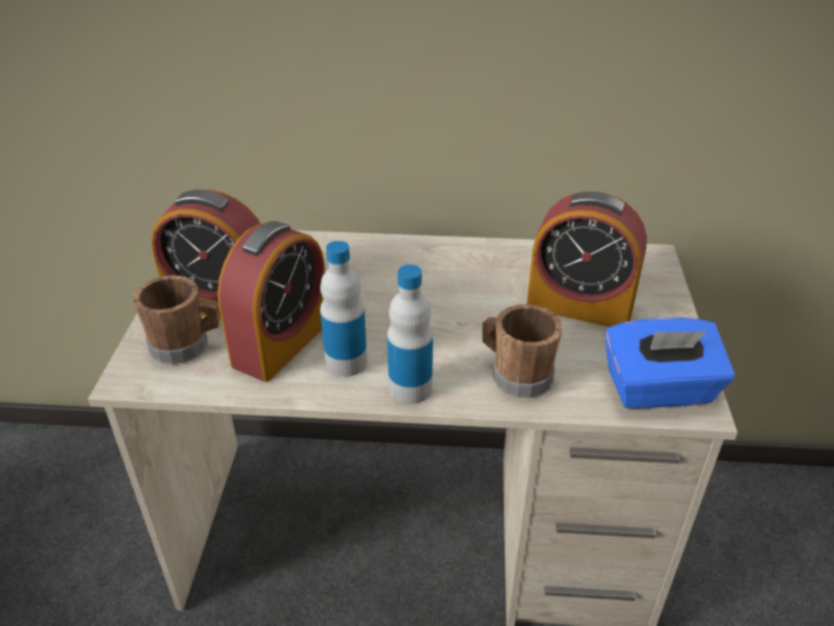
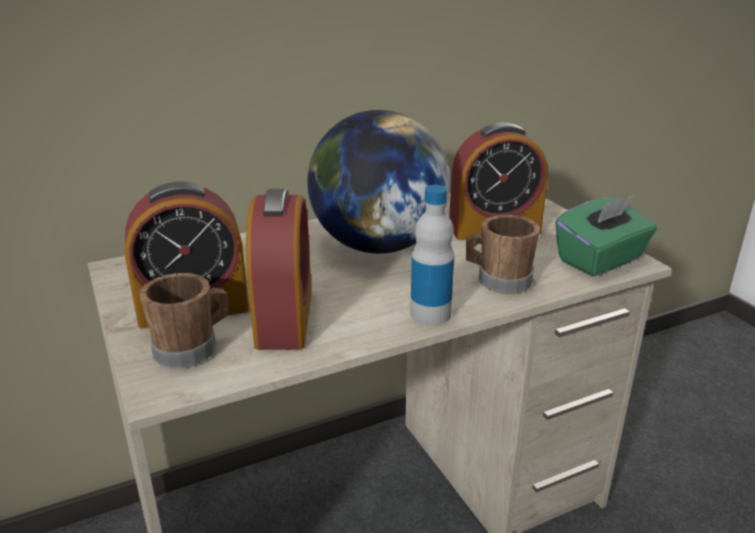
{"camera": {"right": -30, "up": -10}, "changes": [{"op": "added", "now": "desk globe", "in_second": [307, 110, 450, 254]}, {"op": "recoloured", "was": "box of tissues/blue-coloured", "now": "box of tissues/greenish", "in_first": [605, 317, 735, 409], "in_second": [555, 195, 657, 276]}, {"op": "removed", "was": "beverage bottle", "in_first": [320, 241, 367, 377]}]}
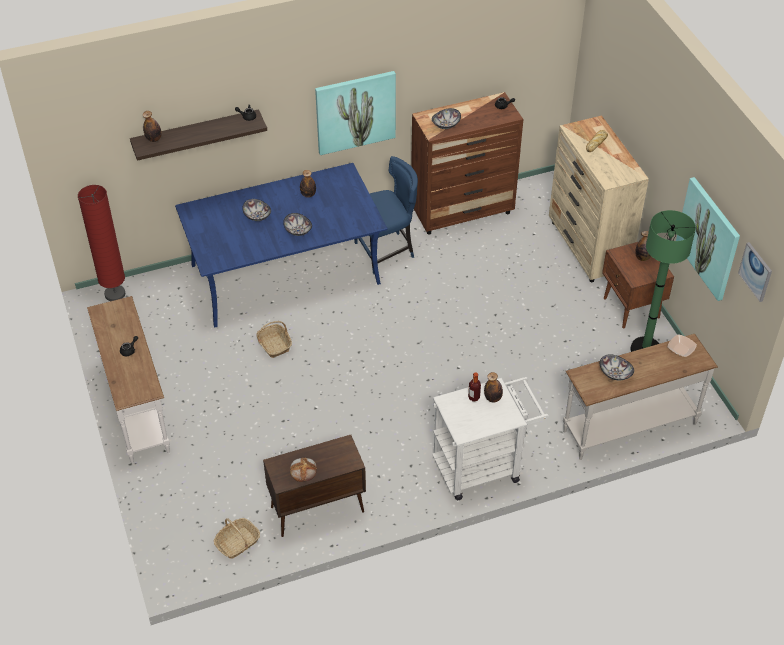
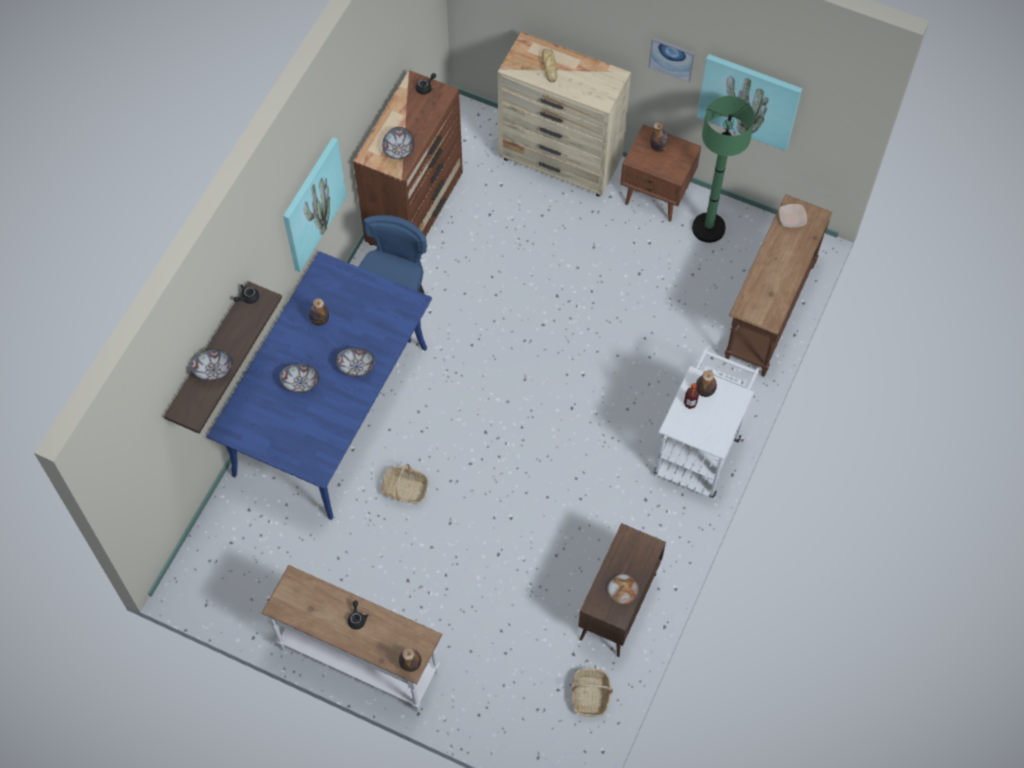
{"camera": {"right": -45, "up": 15}, "changes": [{"op": "moved", "was": "bowl", "in_first": [600, 354, 634, 381], "in_second": [190, 350, 233, 381]}, {"op": "moved", "was": "beverage bottle", "in_first": [143, 111, 162, 142], "in_second": [399, 648, 421, 672]}, {"op": "moved", "was": "picture", "in_first": [738, 242, 772, 302], "in_second": [648, 37, 695, 83]}, {"op": "recoloured", "was": "hall table/white", "now": "hall table/brown", "in_first": [563, 334, 718, 460], "in_second": [725, 194, 833, 377]}, {"op": "removed", "was": "floor lamp/reddish", "in_first": [78, 185, 125, 301]}]}
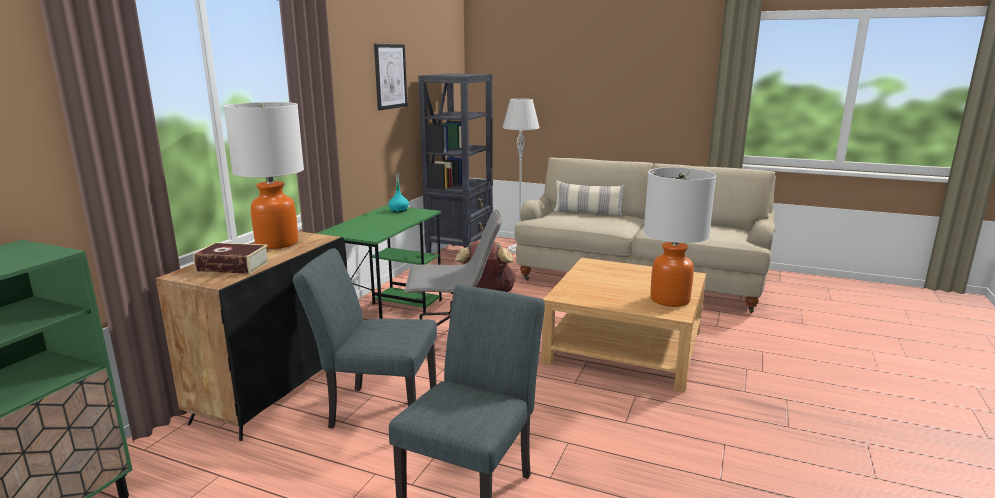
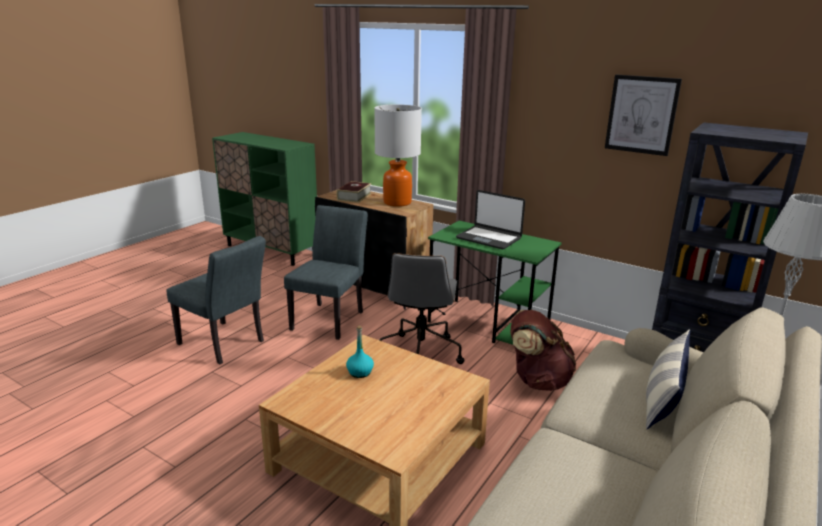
{"camera": {"right": 100, "up": 5}, "changes": [{"op": "moved", "was": "beverage bottle/turquoise-coloured", "in_first": [388, 173, 409, 212], "in_second": [346, 326, 374, 378]}, {"op": "added", "now": "notebook computer", "in_second": [456, 190, 525, 249]}, {"op": "removed", "was": "lamp for a table", "in_first": [644, 167, 716, 307]}]}
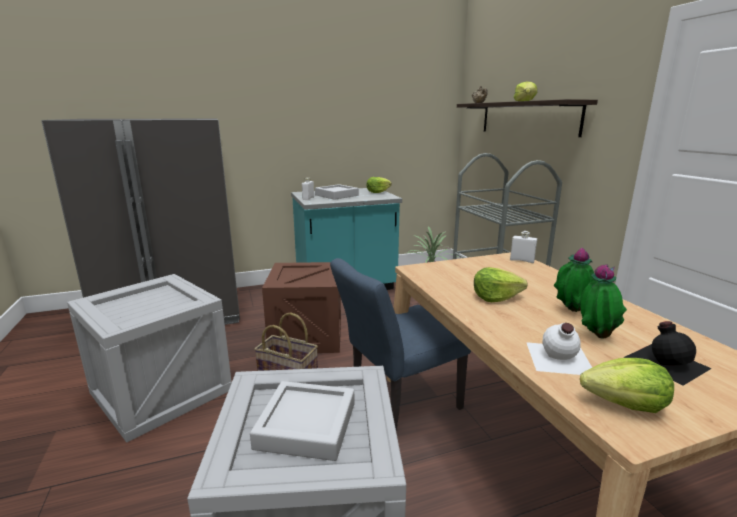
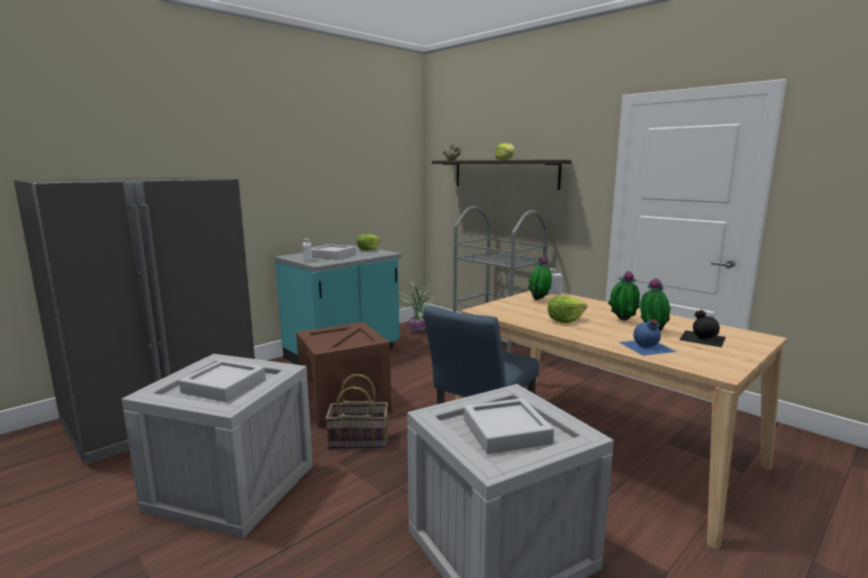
{"camera": {"right": -25, "up": -5}, "changes": [{"op": "added", "now": "carrying tray/greyish", "in_second": [179, 360, 265, 402]}, {"op": "added", "now": "plant in a pot", "in_second": [528, 256, 552, 300]}, {"op": "recoloured", "was": "beverage bottle/white", "now": "beverage bottle/blue-coloured", "in_first": [526, 323, 592, 375], "in_second": [619, 319, 677, 356]}, {"op": "removed", "was": "lettuce head", "in_first": [580, 358, 674, 413]}]}
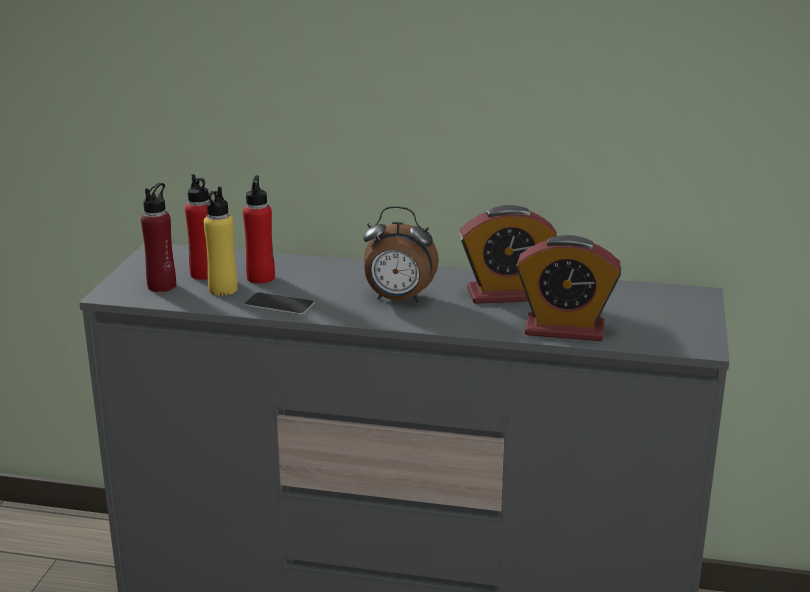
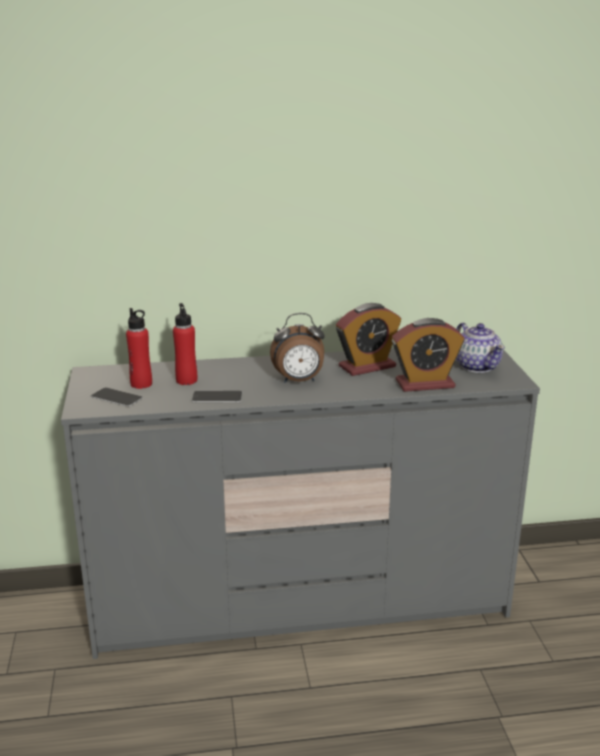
{"camera": {"right": -20, "up": 0}, "changes": [{"op": "replaced", "was": "beverage bottle/reddish", "now": "handset", "in_first": [141, 183, 176, 292], "in_second": [90, 387, 143, 407]}, {"op": "added", "now": "tea pot", "in_second": [456, 323, 505, 373]}, {"op": "removed", "was": "beverage bottle/yellow", "in_first": [204, 187, 237, 296]}]}
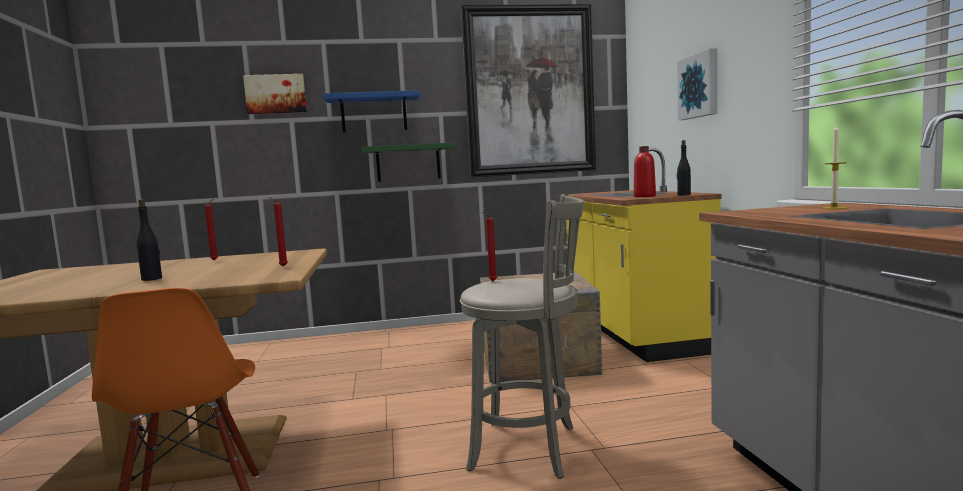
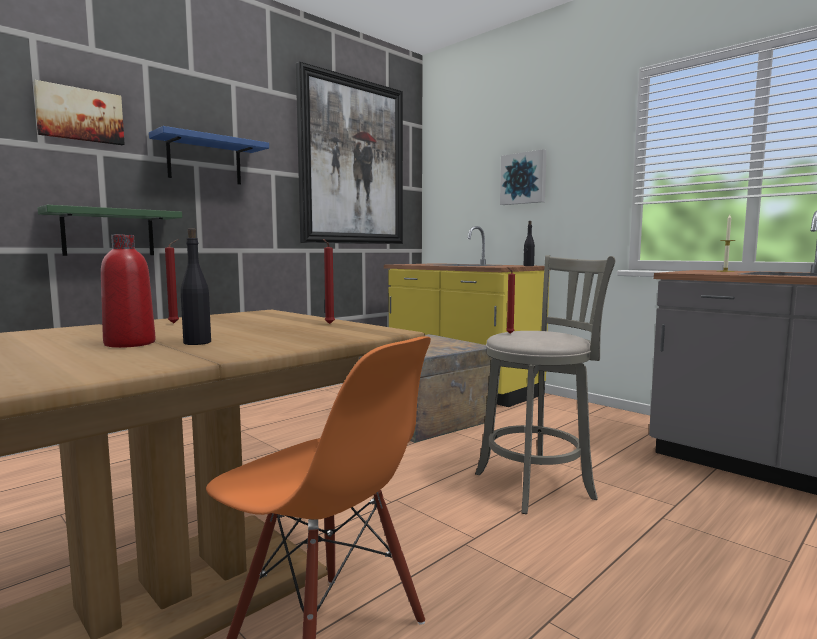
{"camera": {"right": -35, "up": 0}, "changes": [{"op": "moved", "was": "wall shelf/greenish", "in_first": [361, 142, 455, 182], "in_second": [37, 205, 182, 256]}, {"op": "moved", "was": "beverage bottle/reddish", "in_first": [634, 146, 656, 197], "in_second": [101, 235, 156, 348]}]}
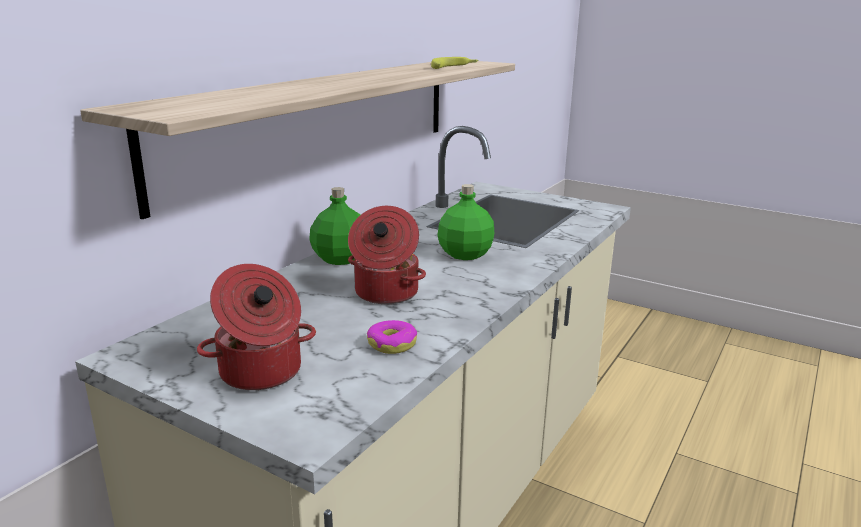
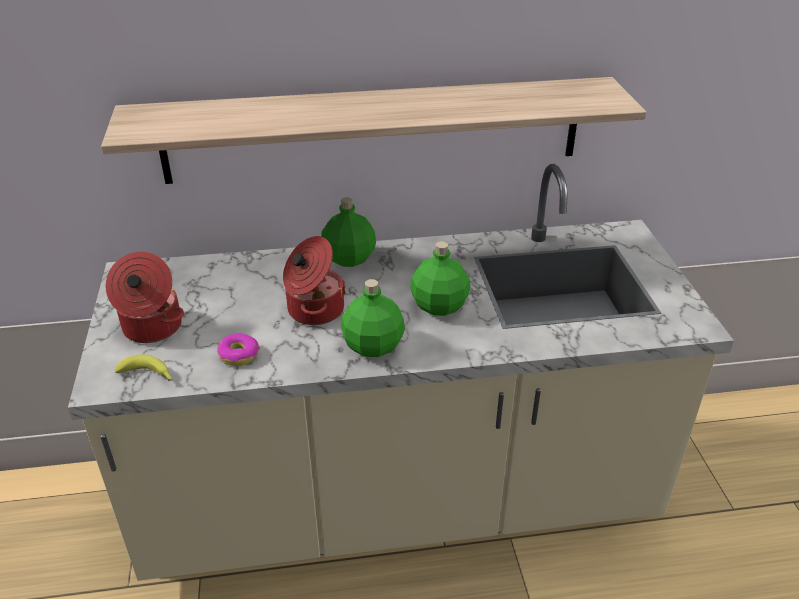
{"camera": {"right": 50, "up": 15}, "changes": [{"op": "moved", "was": "banana fruit", "in_first": [431, 57, 478, 69], "in_second": [115, 354, 173, 381]}, {"op": "added", "now": "beverage bottle/greenish", "in_second": [341, 279, 405, 357]}]}
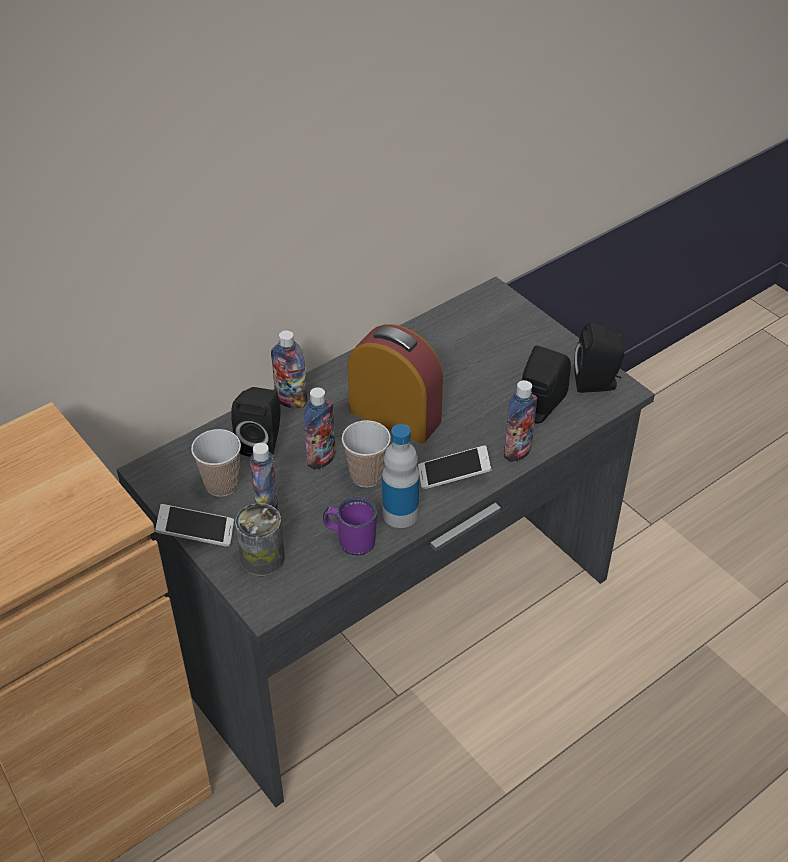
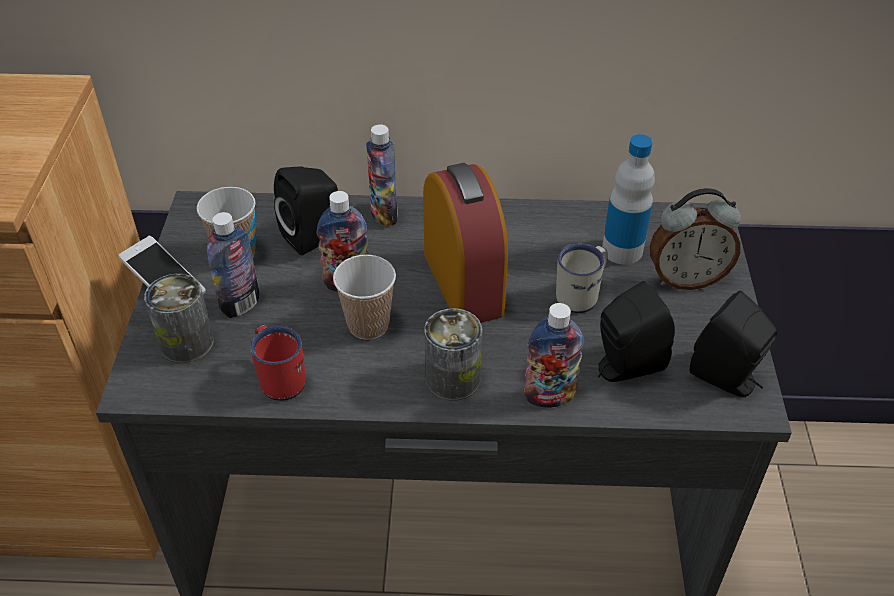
{"camera": {"right": 40, "up": 0}, "changes": [{"op": "recoloured", "was": "mug/purplish", "now": "mug/reddish", "in_first": [323, 497, 377, 555], "in_second": [250, 324, 306, 401]}, {"op": "replaced", "was": "handset", "now": "metal can", "in_first": [418, 445, 492, 490], "in_second": [424, 308, 482, 400]}, {"op": "added", "now": "mug/white", "in_second": [556, 243, 608, 313]}, {"op": "moved", "was": "beverage bottle", "in_first": [382, 424, 419, 528], "in_second": [602, 134, 655, 264]}, {"op": "added", "now": "bedside clock", "in_second": [650, 188, 741, 290]}]}
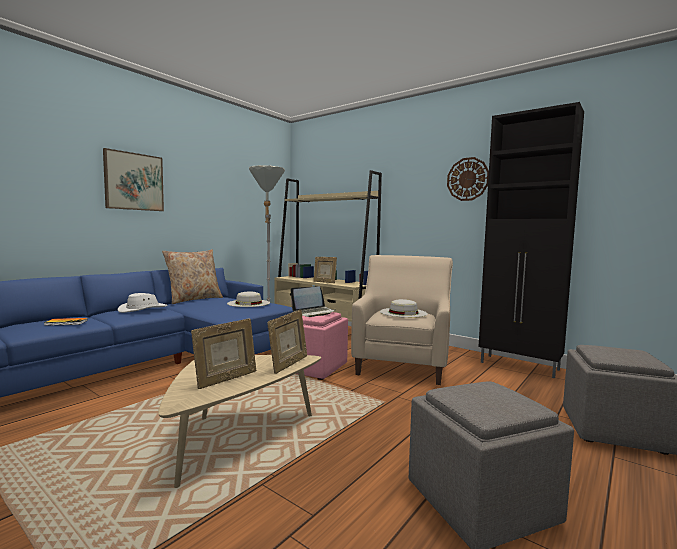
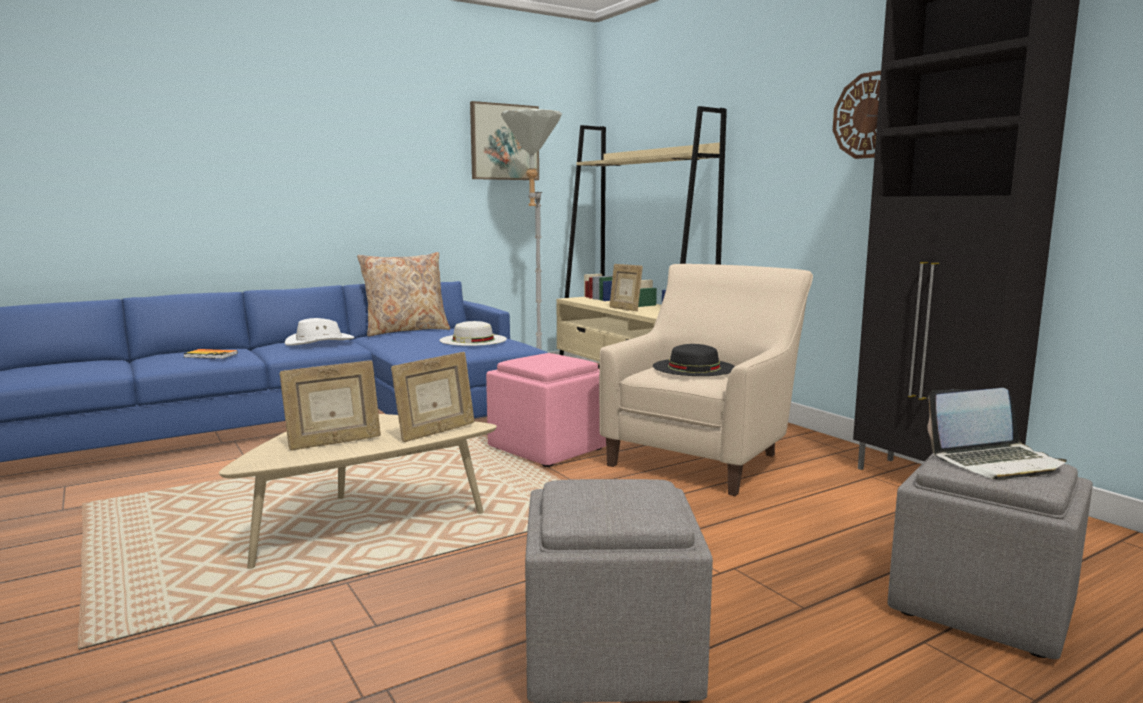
{"camera": {"right": 20, "up": 5}, "changes": [{"op": "moved", "was": "picture", "in_first": [103, 148, 164, 211], "in_second": [470, 101, 539, 180]}, {"op": "recoloured", "was": "clothing hat/white", "now": "clothing hat/blackish", "in_first": [380, 299, 428, 318], "in_second": [653, 344, 735, 376]}, {"op": "moved", "was": "notebook computer", "in_first": [291, 286, 335, 317], "in_second": [928, 388, 1067, 480]}]}
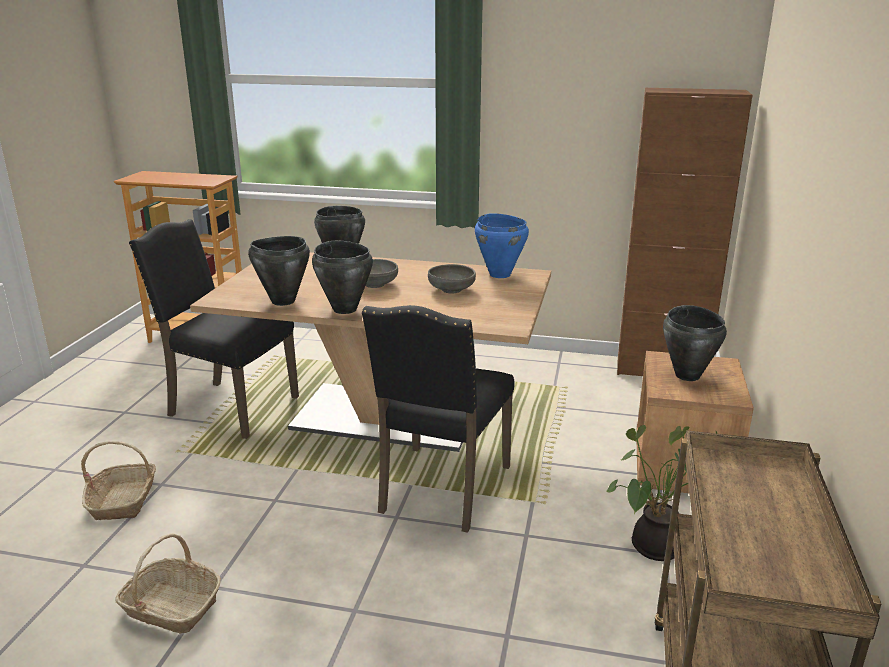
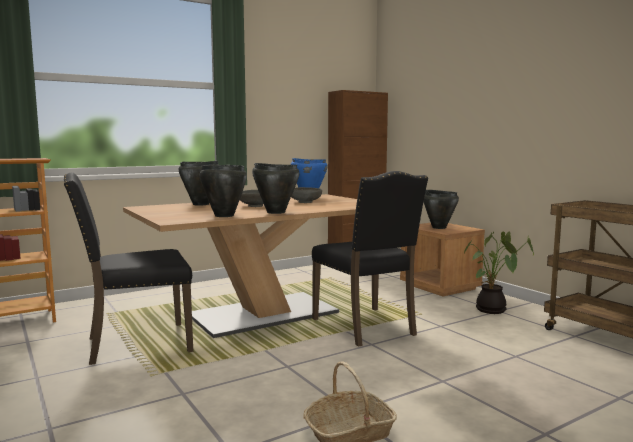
{"camera": {"right": -45, "up": -15}, "changes": [{"op": "removed", "was": "basket", "in_first": [81, 441, 156, 520]}]}
